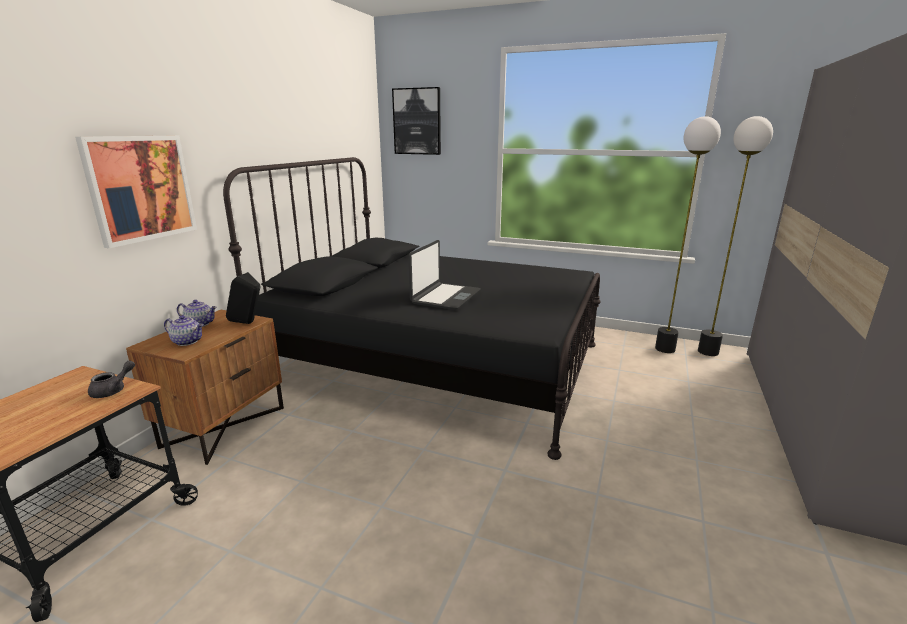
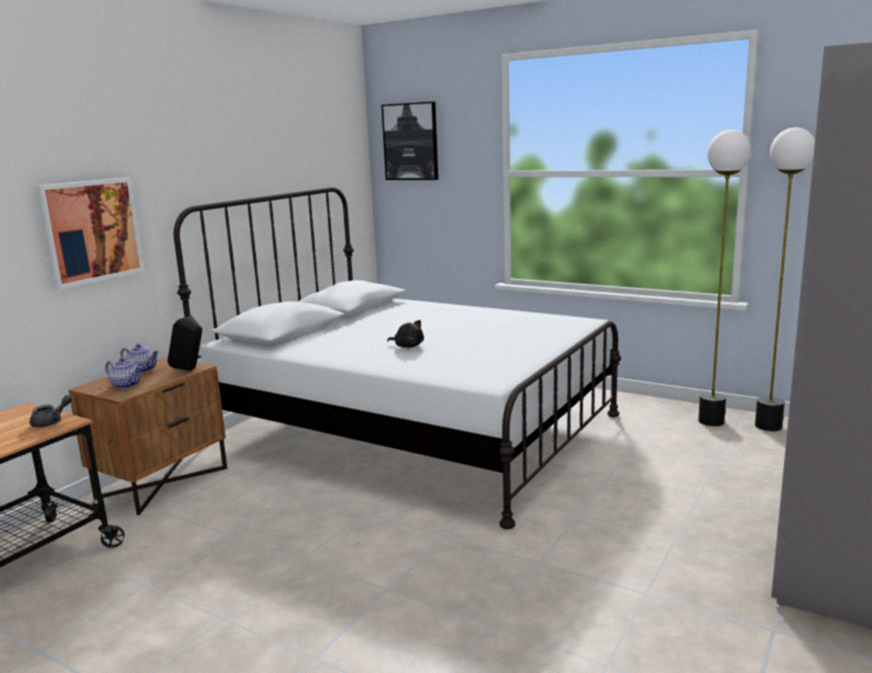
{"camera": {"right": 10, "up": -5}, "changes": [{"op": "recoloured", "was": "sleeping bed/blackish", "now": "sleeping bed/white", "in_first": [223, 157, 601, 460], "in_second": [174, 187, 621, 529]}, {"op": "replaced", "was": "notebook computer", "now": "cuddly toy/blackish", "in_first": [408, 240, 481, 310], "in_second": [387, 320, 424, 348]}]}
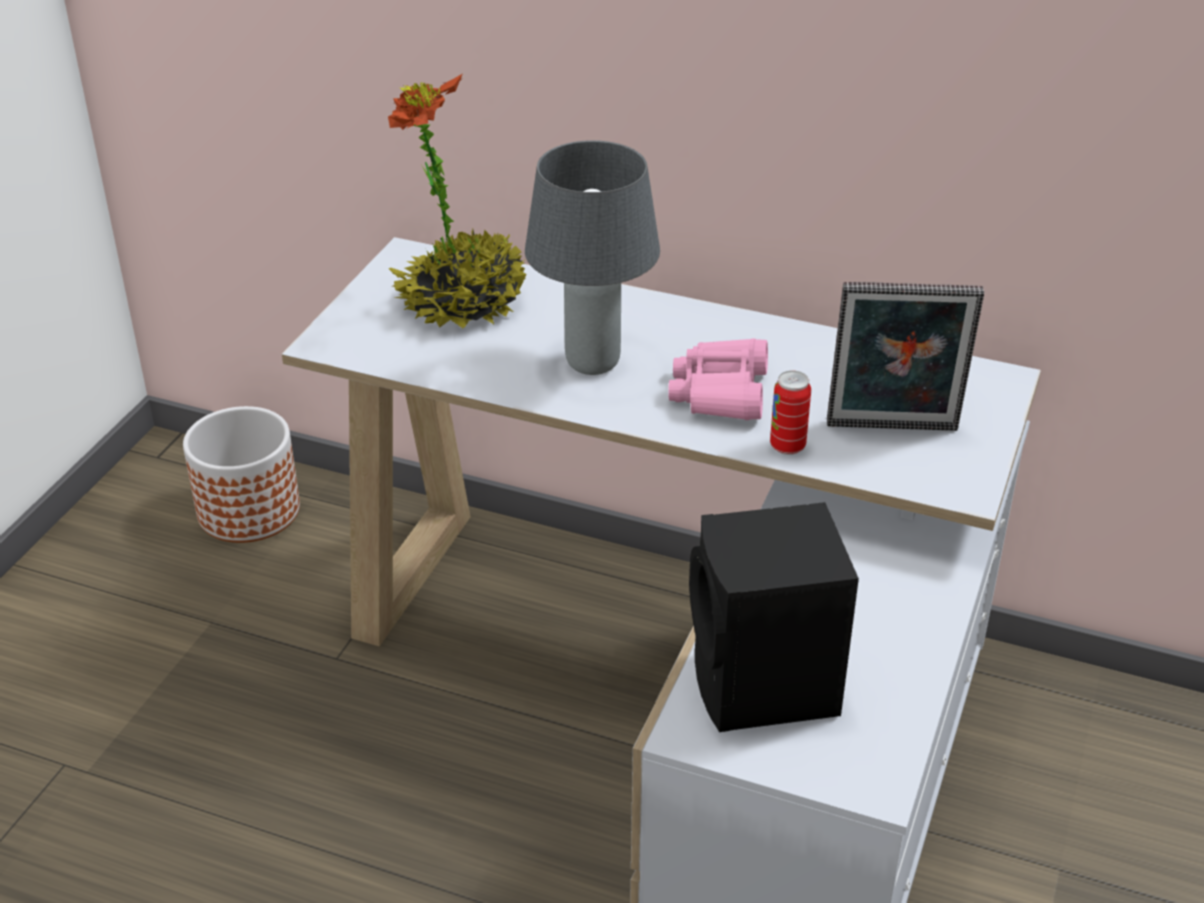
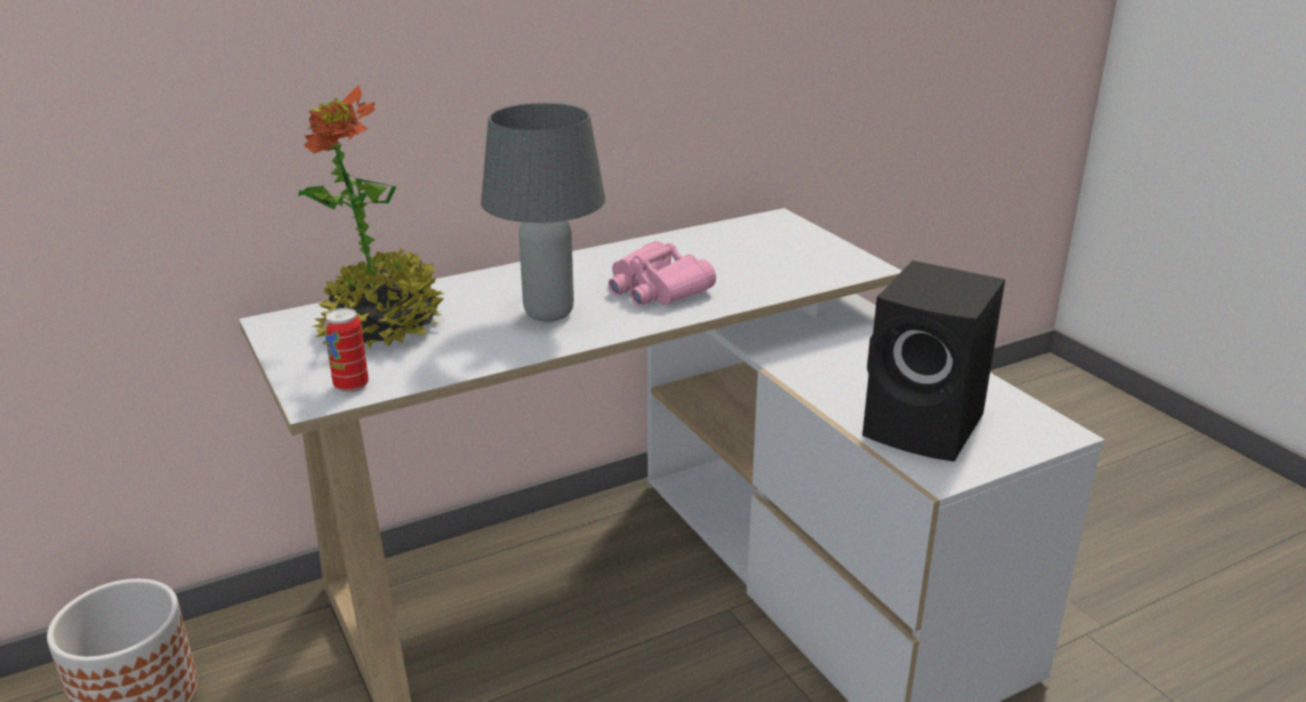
{"camera": {"right": -50, "up": -10}, "changes": [{"op": "moved", "was": "metal can", "in_first": [770, 370, 811, 455], "in_second": [324, 308, 369, 393]}, {"op": "removed", "was": "photo frame", "in_first": [827, 282, 984, 431]}]}
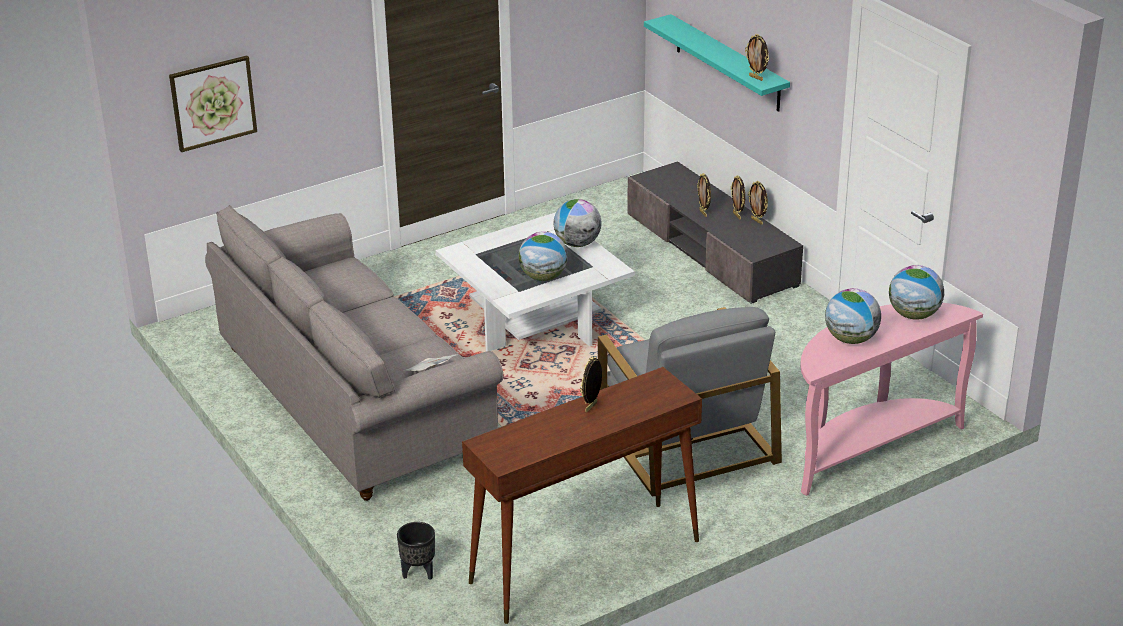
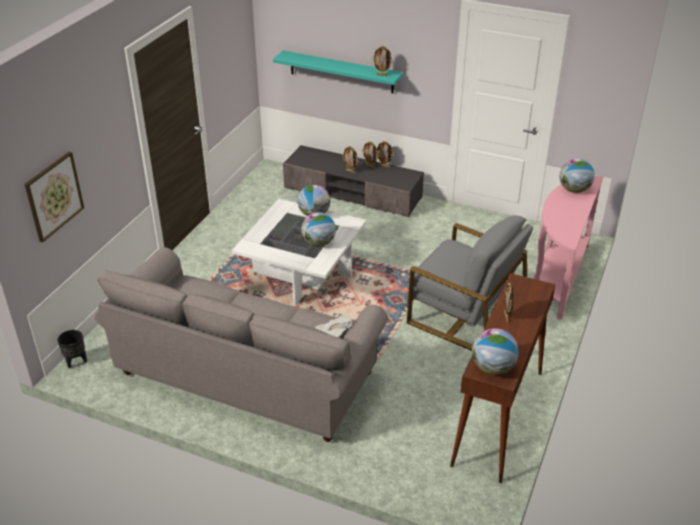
{"camera": {"right": -35, "up": 5}, "changes": [{"op": "moved", "was": "planter/blackish", "in_first": [397, 522, 435, 580], "in_second": [58, 330, 87, 368]}, {"op": "moved", "was": "desk globe", "in_first": [825, 288, 881, 344], "in_second": [472, 328, 519, 375]}]}
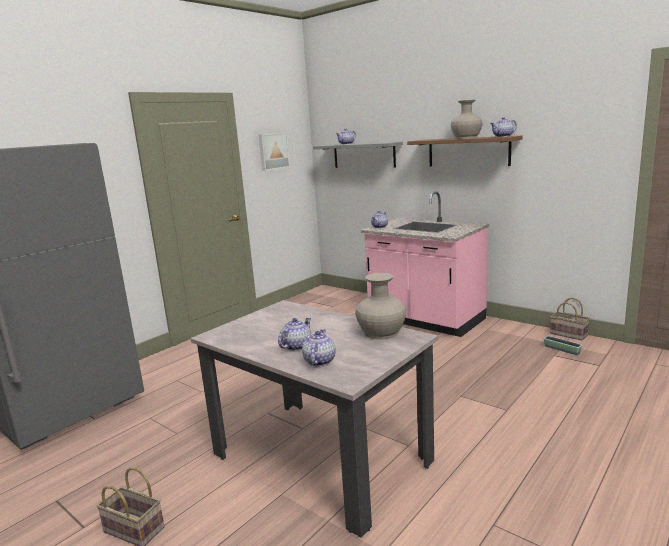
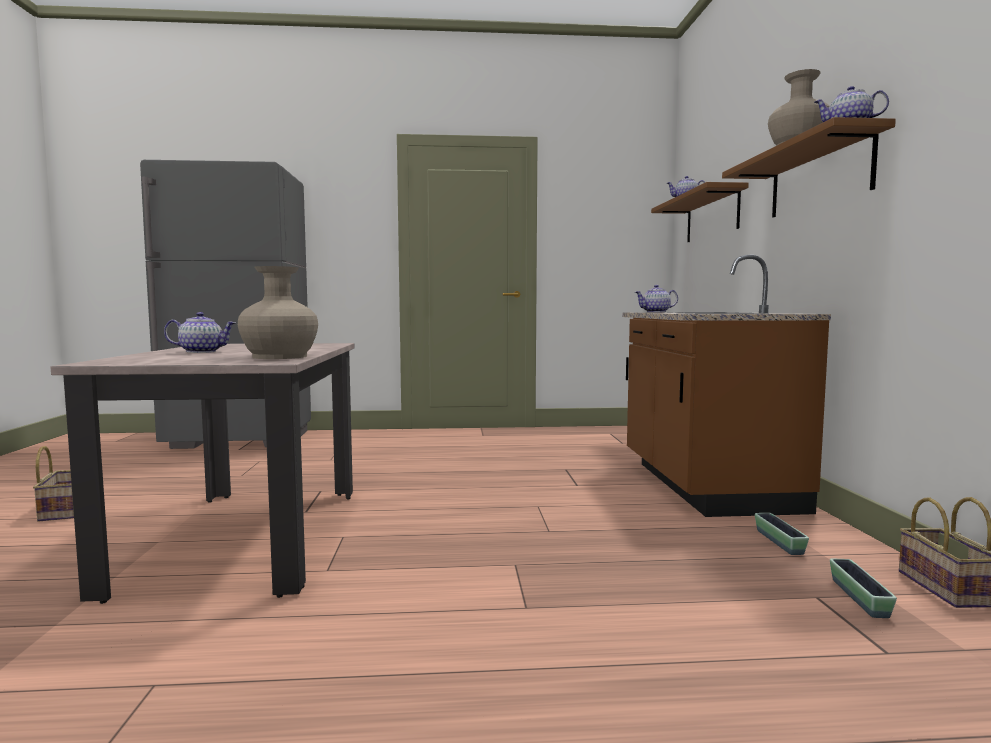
{"camera": {"right": 45, "up": -10}, "changes": [{"op": "recoloured", "was": "kitchen base unit/pink-coloured", "now": "kitchen base unit/brown", "in_first": [361, 191, 489, 337], "in_second": [622, 255, 831, 517]}, {"op": "recoloured", "was": "wall shelf/greyish", "now": "wall shelf/brown", "in_first": [313, 142, 403, 168], "in_second": [651, 182, 749, 242]}, {"op": "added", "now": "planter", "in_second": [755, 513, 809, 555]}, {"op": "removed", "was": "picture", "in_first": [259, 133, 290, 171]}, {"op": "removed", "was": "tea pot", "in_first": [302, 329, 336, 366]}]}
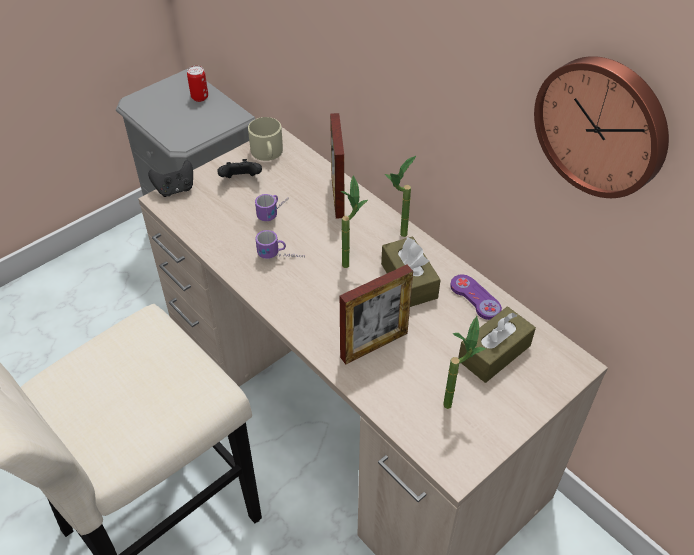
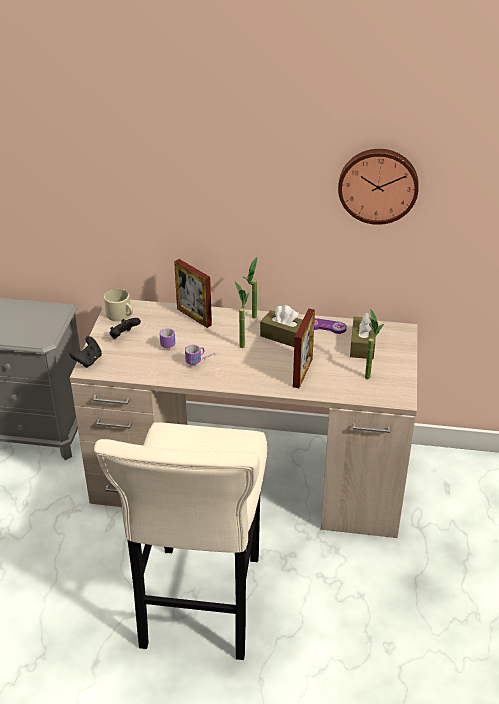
{"camera": {"right": -40, "up": -10}, "changes": [{"op": "removed", "was": "metal can", "in_first": [187, 66, 208, 102]}]}
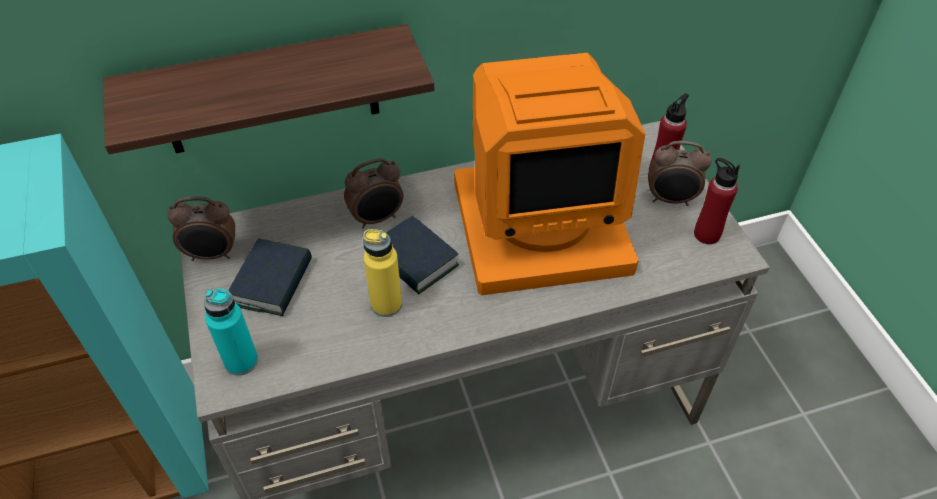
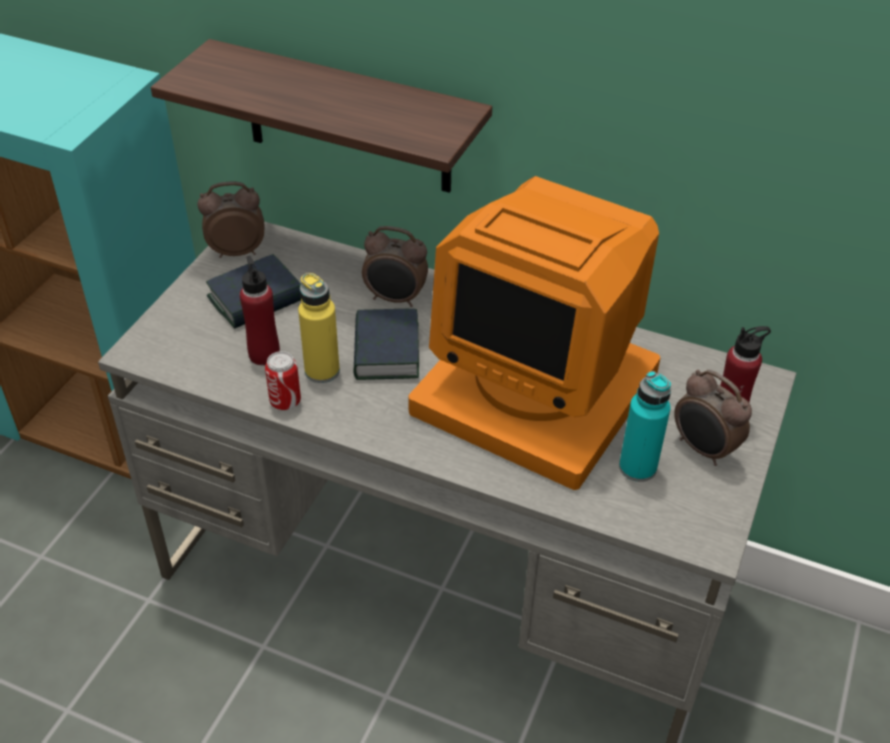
{"camera": {"right": 40, "up": -5}, "changes": [{"op": "turned", "was": "bedside clock", "in_first": [167, 196, 235, 261], "in_second": [197, 181, 265, 258], "clockwise": 135}, {"op": "moved", "was": "beverage bottle/reddish", "in_first": [694, 158, 741, 244], "in_second": [240, 256, 280, 365]}, {"op": "added", "now": "metal can", "in_second": [265, 351, 301, 410]}, {"op": "moved", "was": "beverage bottle/turquoise-coloured", "in_first": [204, 288, 258, 376], "in_second": [619, 371, 671, 482]}]}
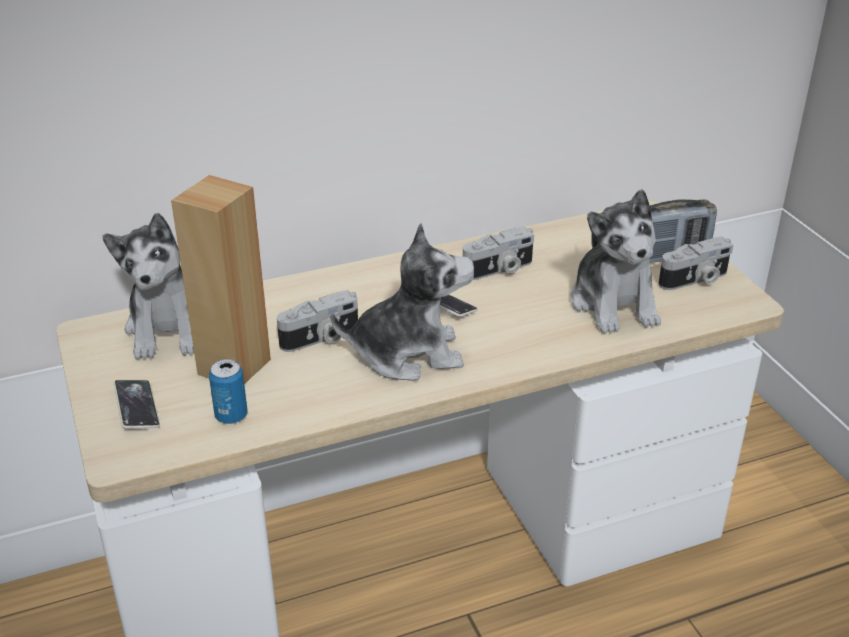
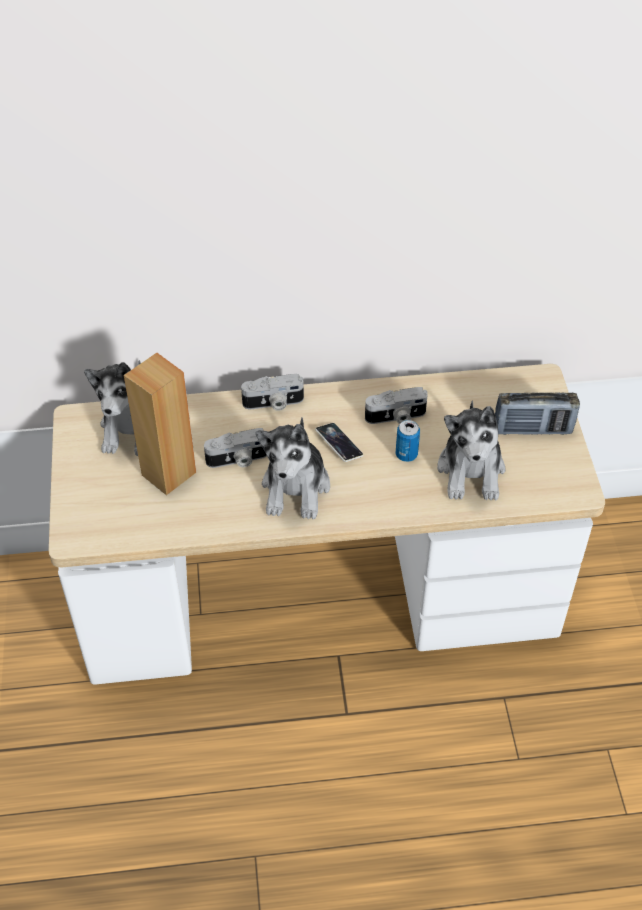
{"camera": {"right": 15, "up": 15}, "changes": [{"op": "moved", "was": "photo camera", "in_first": [658, 237, 733, 290], "in_second": [241, 374, 304, 411]}, {"op": "turned", "was": "cuddly toy", "in_first": [330, 224, 475, 381], "in_second": [256, 417, 330, 519], "clockwise": 90}, {"op": "moved", "was": "metal can", "in_first": [209, 359, 248, 424], "in_second": [396, 420, 420, 462]}, {"op": "removed", "was": "handset", "in_first": [114, 380, 160, 429]}]}
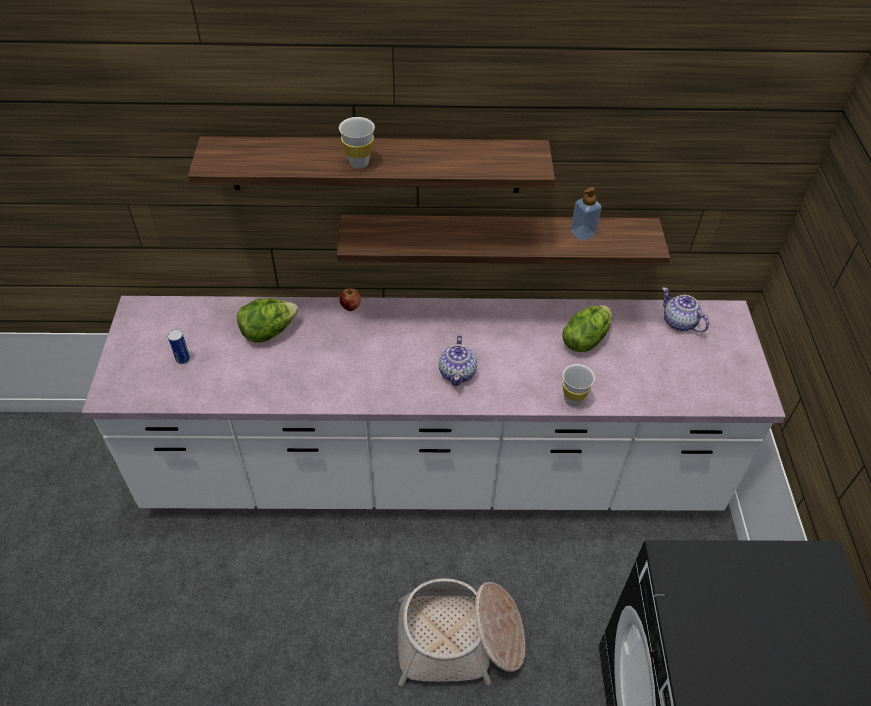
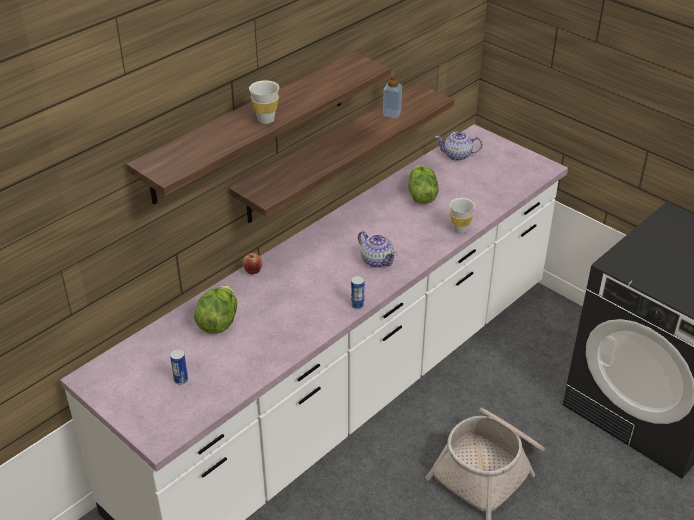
{"camera": {"right": -45, "up": -10}, "changes": [{"op": "added", "now": "metal can", "in_second": [351, 276, 364, 309]}]}
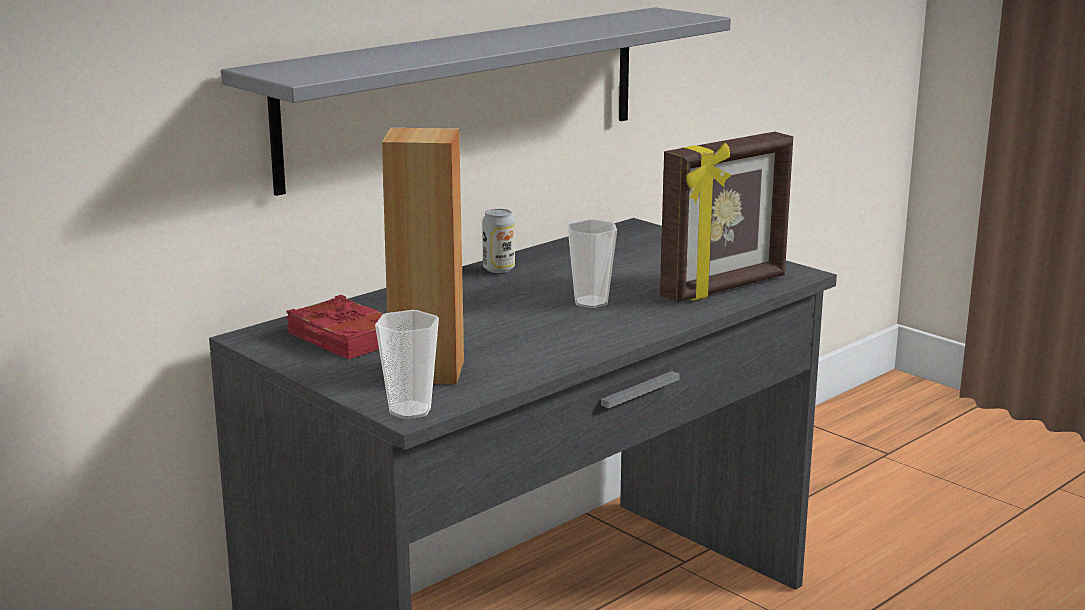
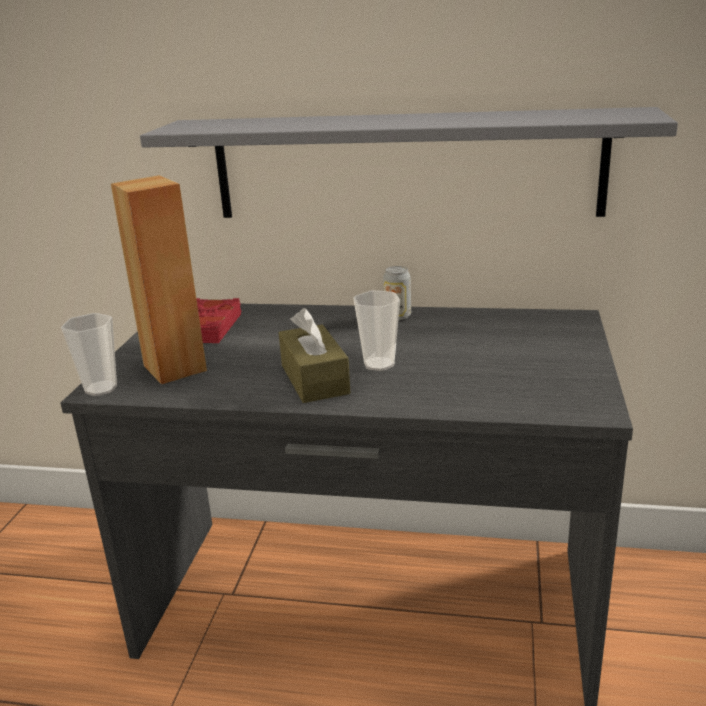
{"camera": {"right": 55, "up": 5}, "changes": [{"op": "added", "now": "box of tissues/brown", "in_second": [279, 308, 350, 403]}, {"op": "removed", "was": "photo frame", "in_first": [660, 132, 793, 303]}]}
